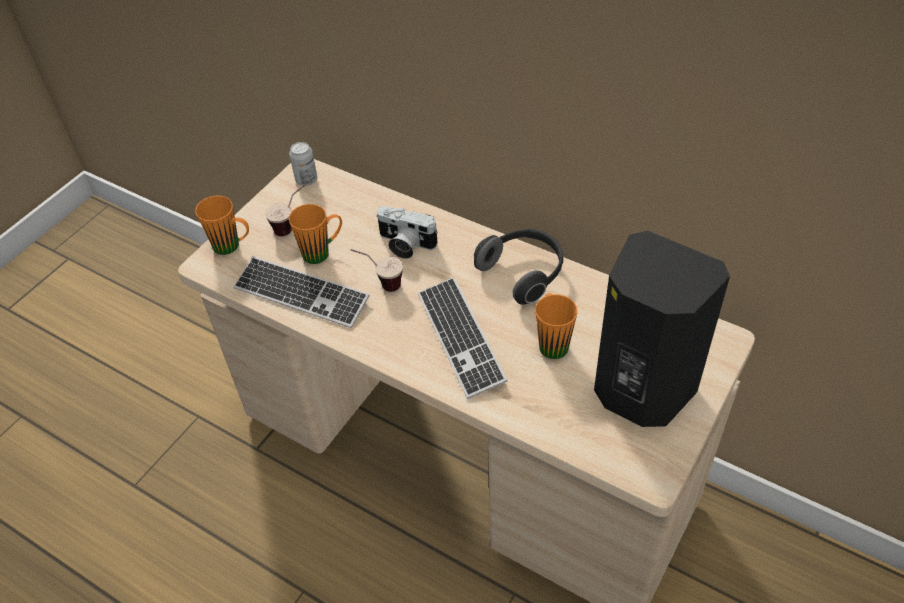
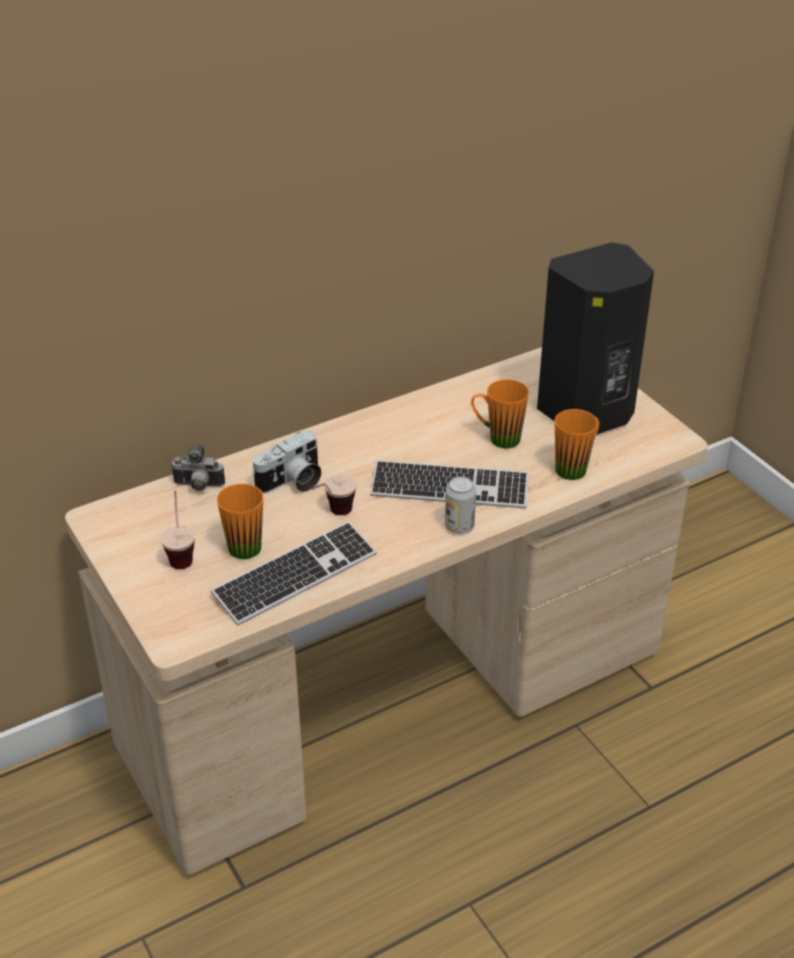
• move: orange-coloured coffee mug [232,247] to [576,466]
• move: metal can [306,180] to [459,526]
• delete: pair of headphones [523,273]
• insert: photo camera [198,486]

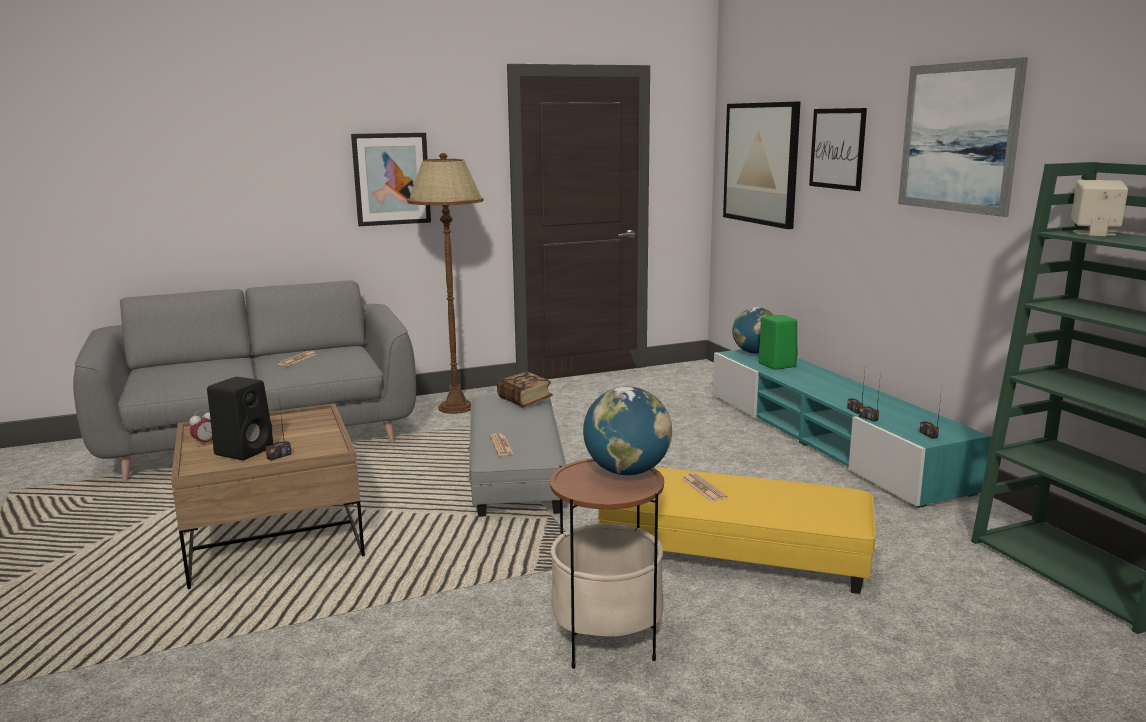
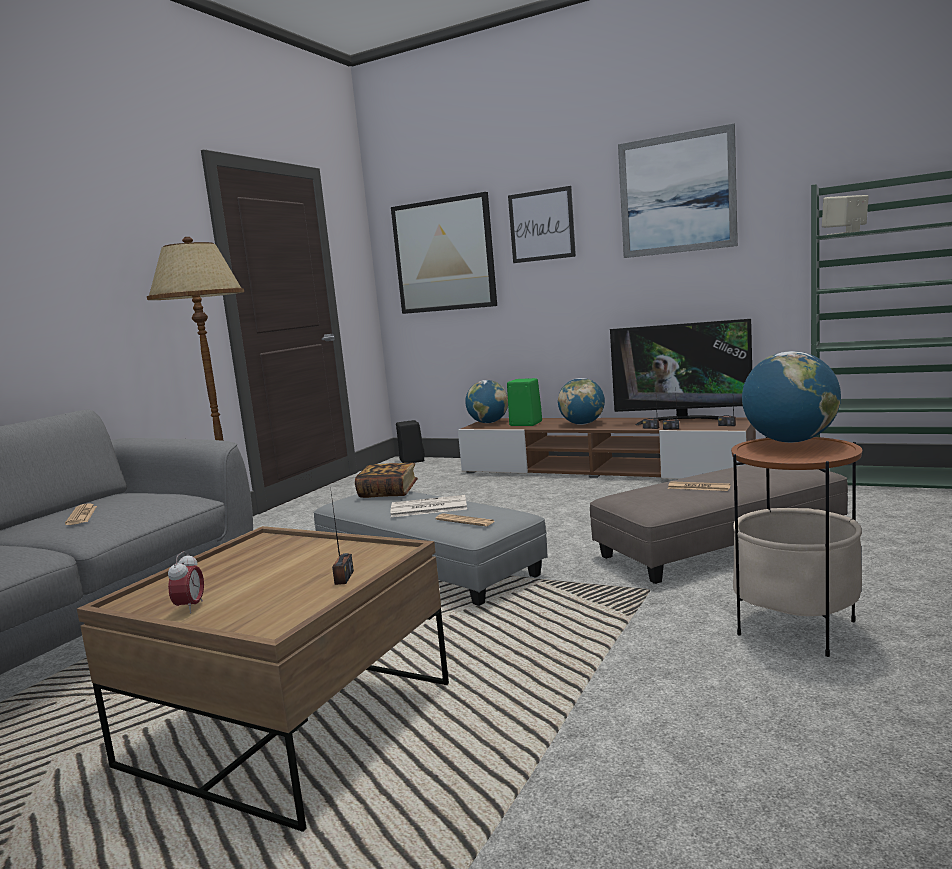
• move: black-coloured speaker [245,450] to [411,460]
• delete: wall art [391,179]
• recolor: yellow pouffe [734,553] to gray pouffe [720,544]
• recolor: blue-green tv unit [828,439] to brown tv unit [602,470]
• insert: printed paper [427,508]
• insert: desk globe [582,424]
• insert: TV [682,420]

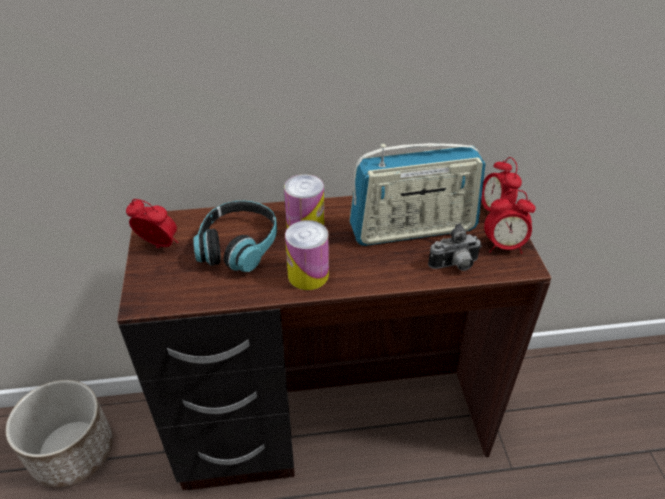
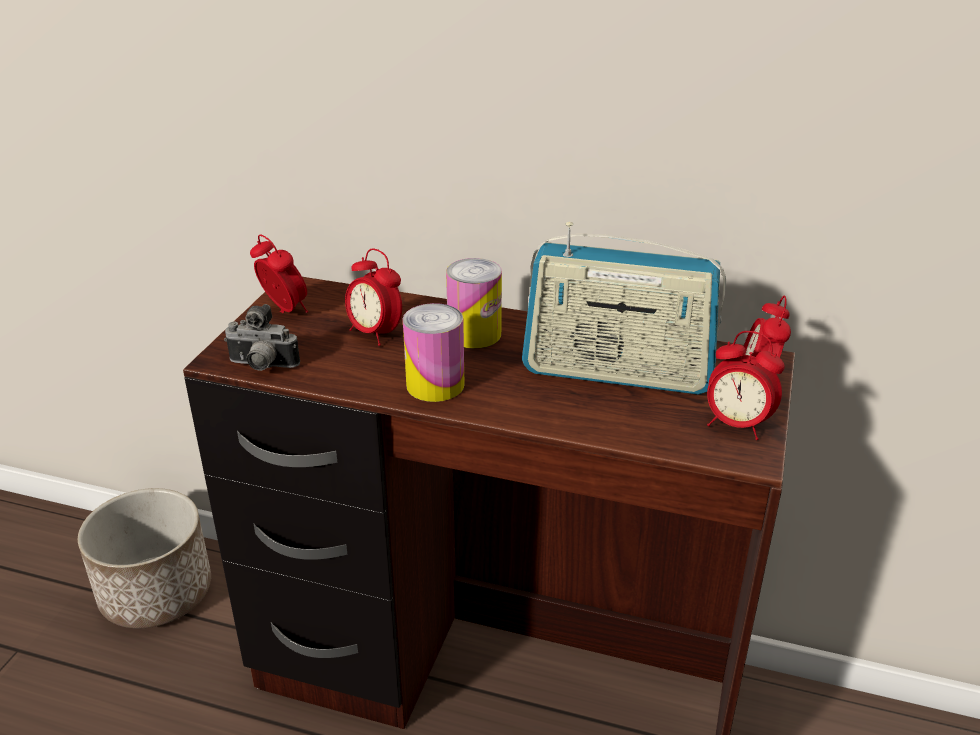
• replace: pair of headphones [238,246] to alarm clock [375,334]
• move: photo camera [454,266] to [262,367]

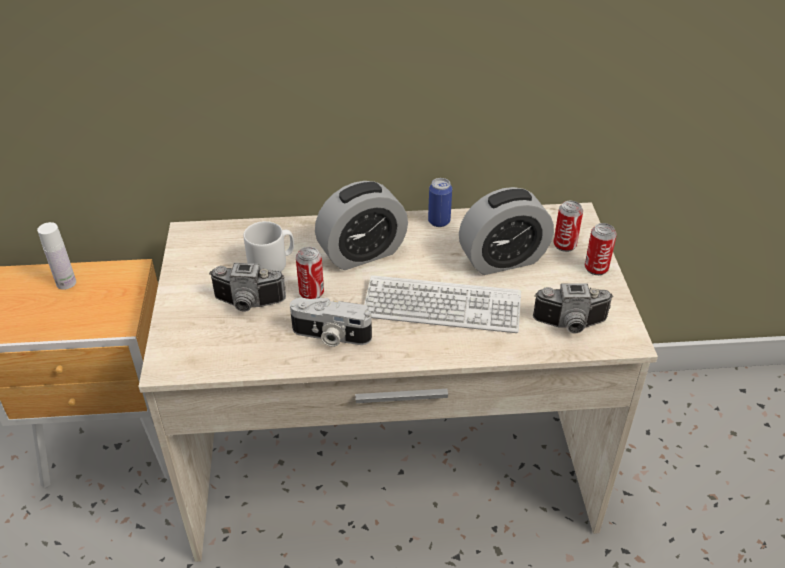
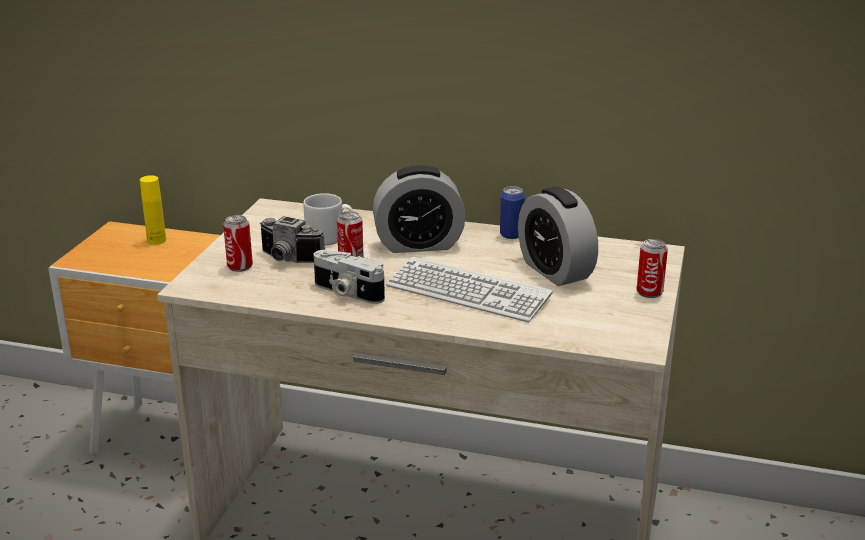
• recolor: white beverage bottle [66,283] to yellow beverage bottle [156,240]
• rotate: alarm clock [503,260] = [555,271] 60 degrees clockwise
• delete: photo camera [571,325]
• move: metal can [564,245] to [240,266]

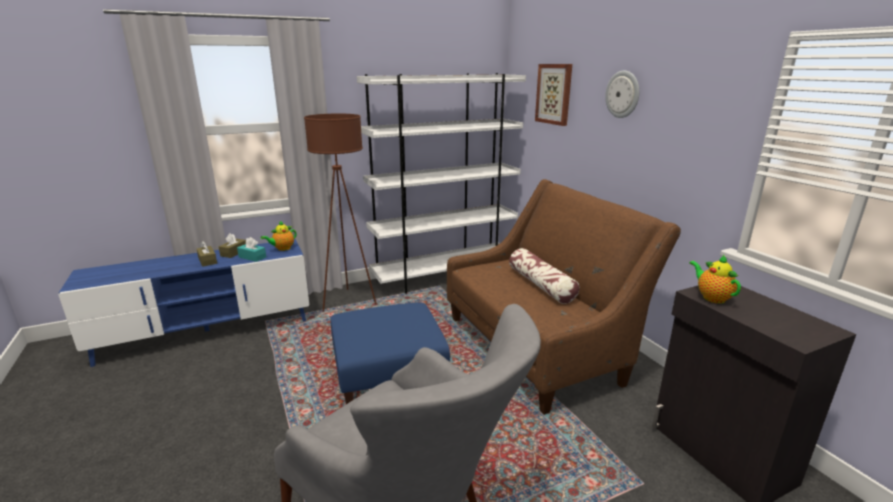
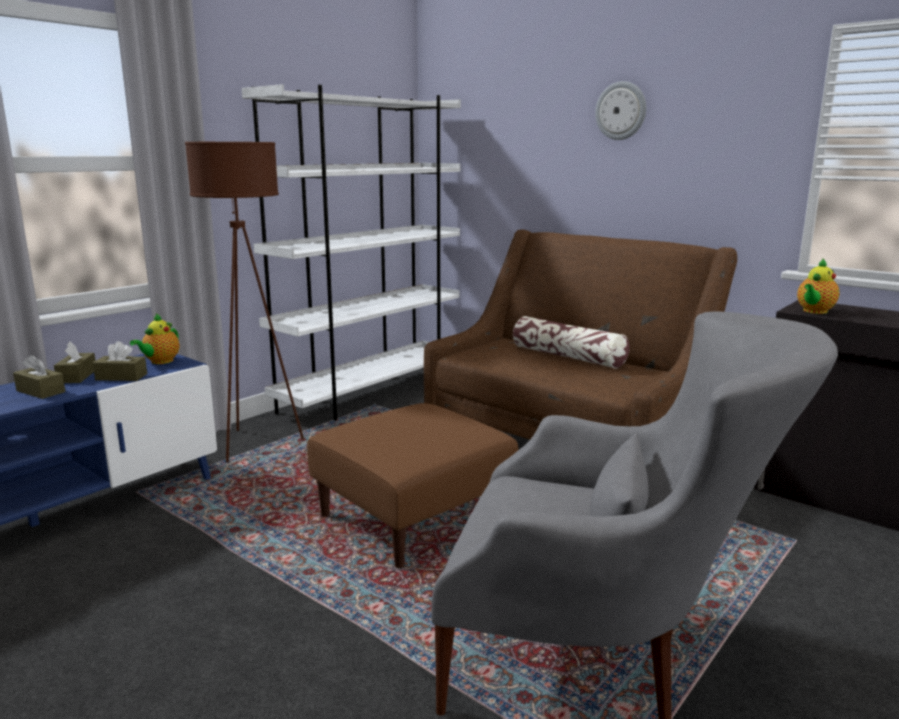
• recolor: blue-green tissue box [252,257] to brown tissue box [121,377]
• recolor: blue pouffe [389,378] to brown pouffe [413,516]
• delete: wall art [554,94]
• rotate: pot for tea [711,297] = [814,311] 90 degrees counterclockwise

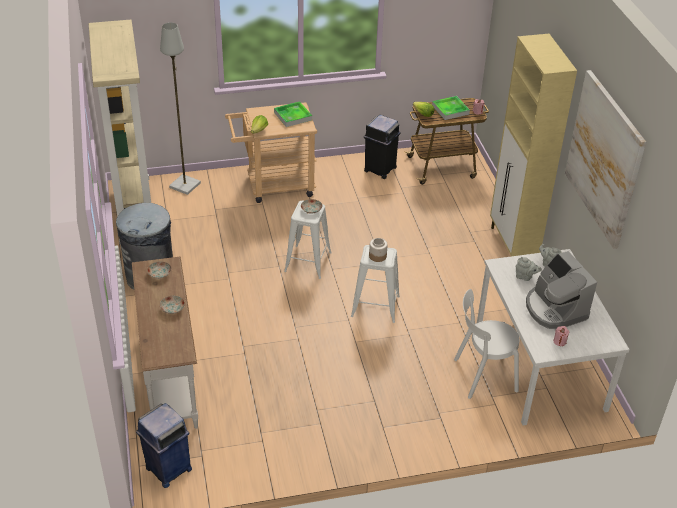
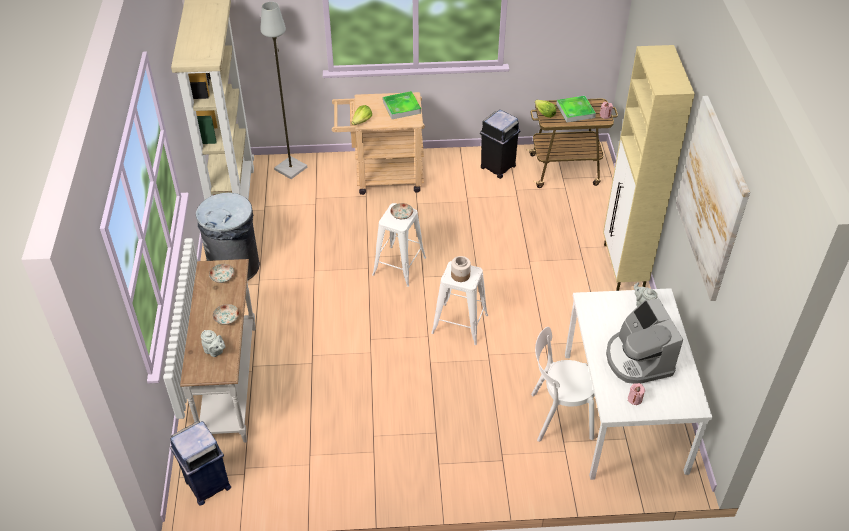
• move: gray pot for tea [525,277] to [215,351]

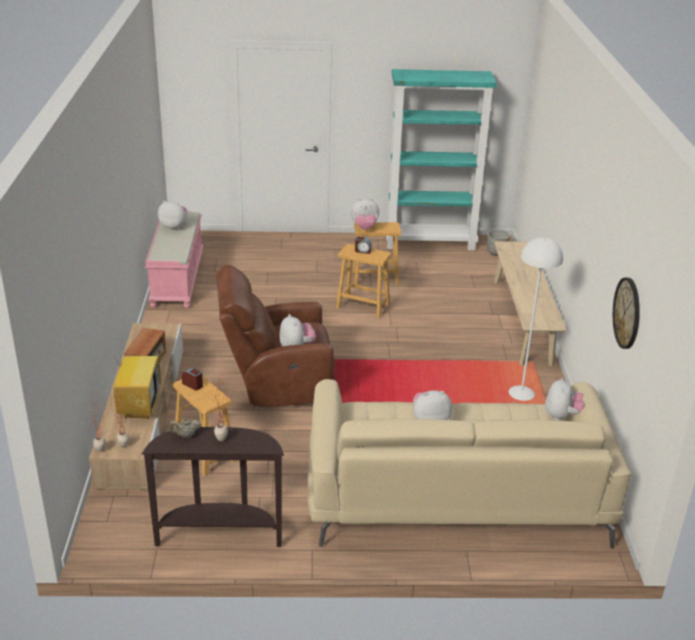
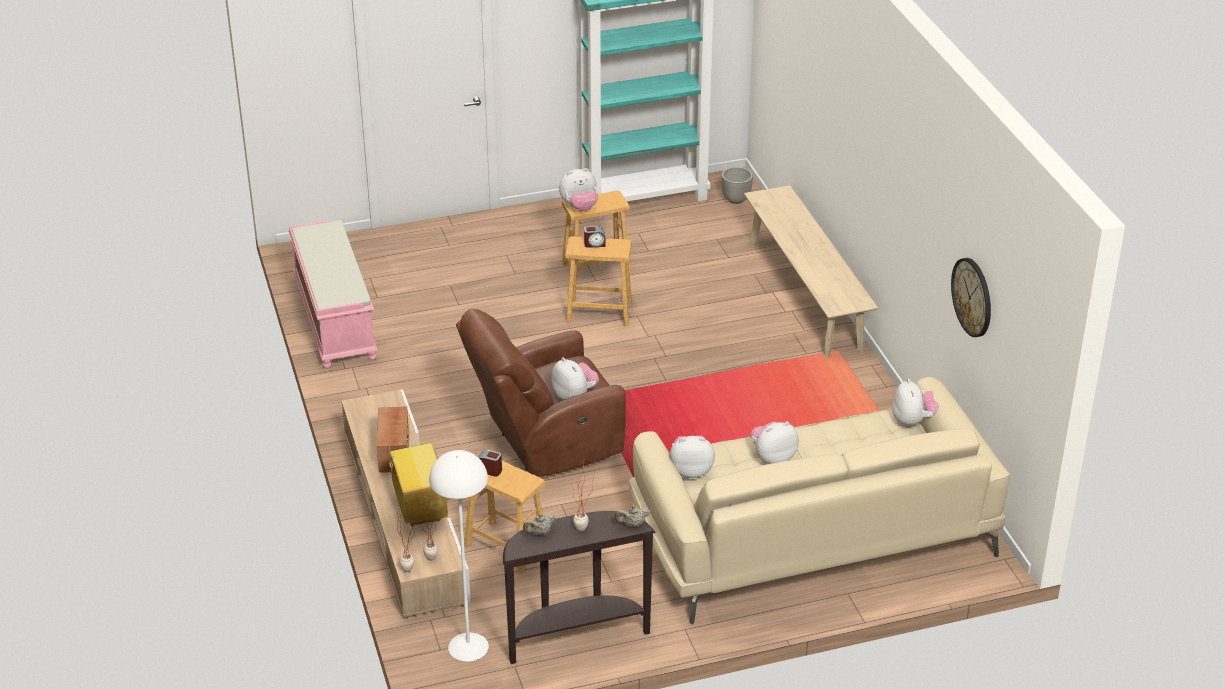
• move: cuddly toy [174,227] to [691,470]
• move: white floor lamp [521,393] to [468,647]
• insert: beige-coloured pot for tea [632,524]

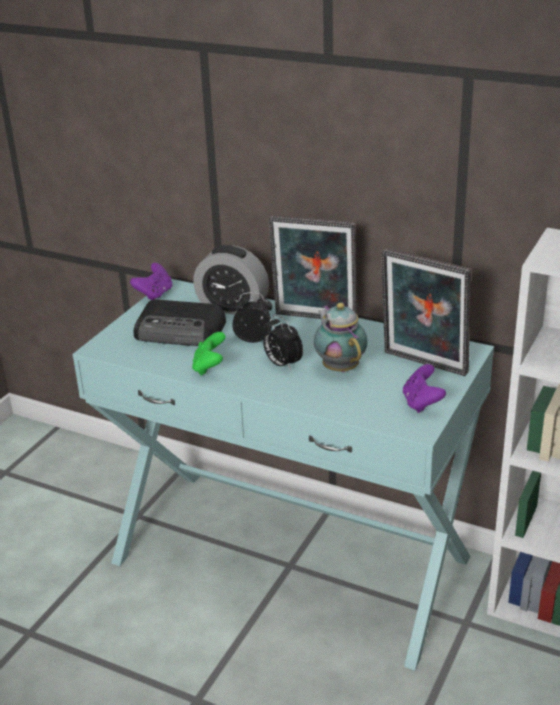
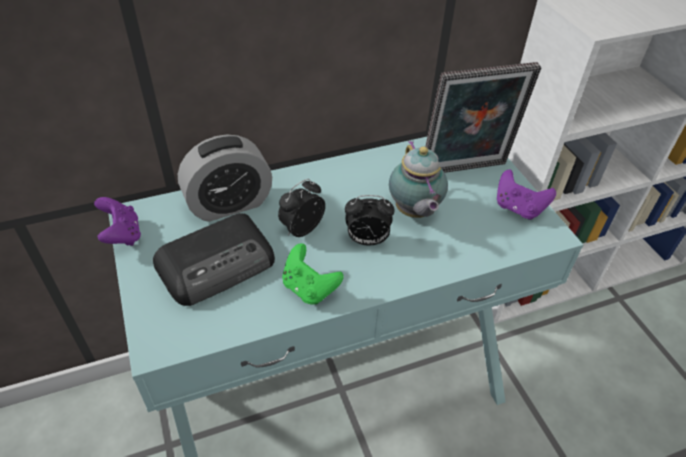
• delete: picture frame [314,319]
• rotate: pot for tea [340,367] = [414,212] 120 degrees counterclockwise

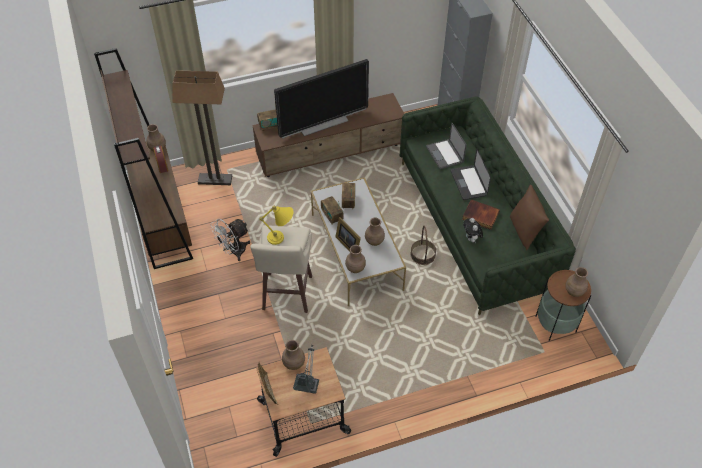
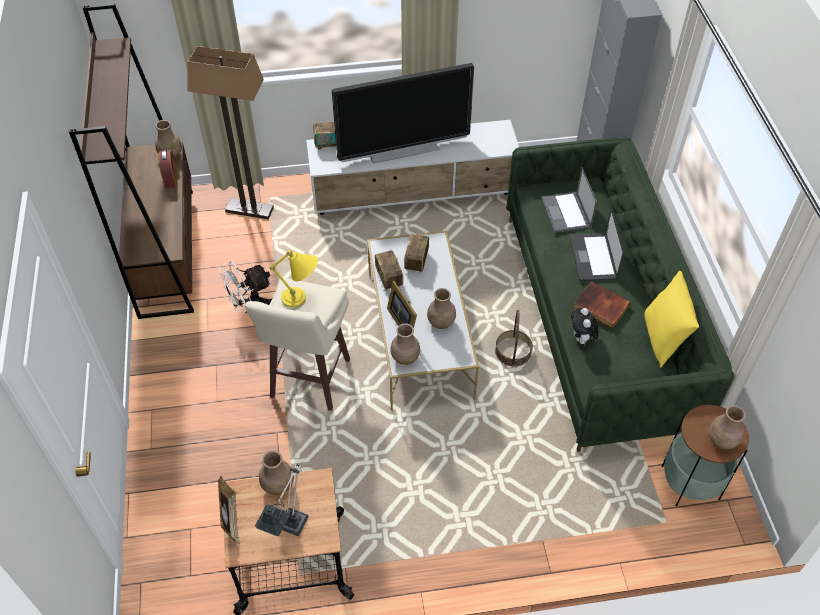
• recolor: brown tv unit [331,155] to white tv unit [414,196]
• recolor: brown throw pillow [524,231] to yellow throw pillow [662,339]

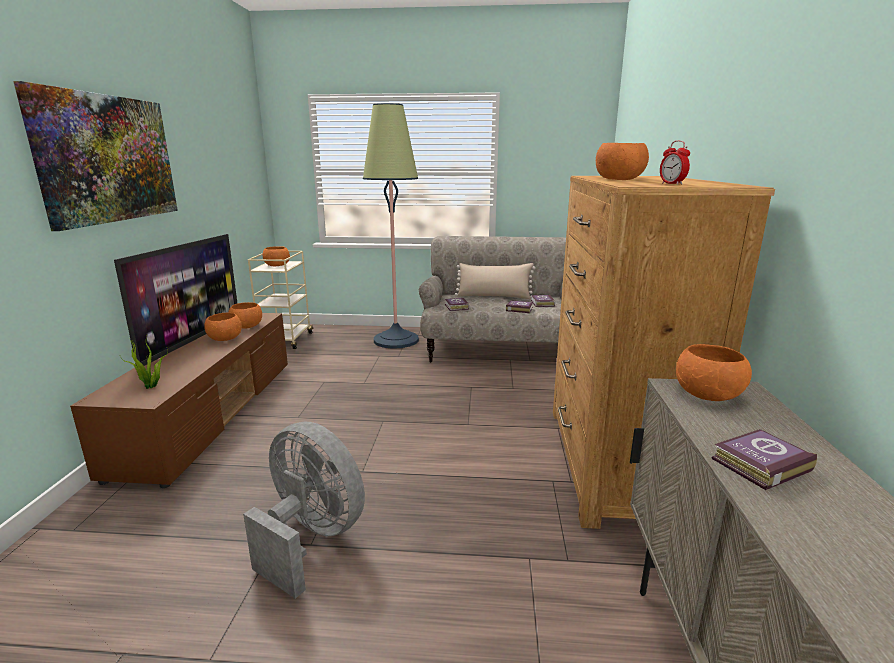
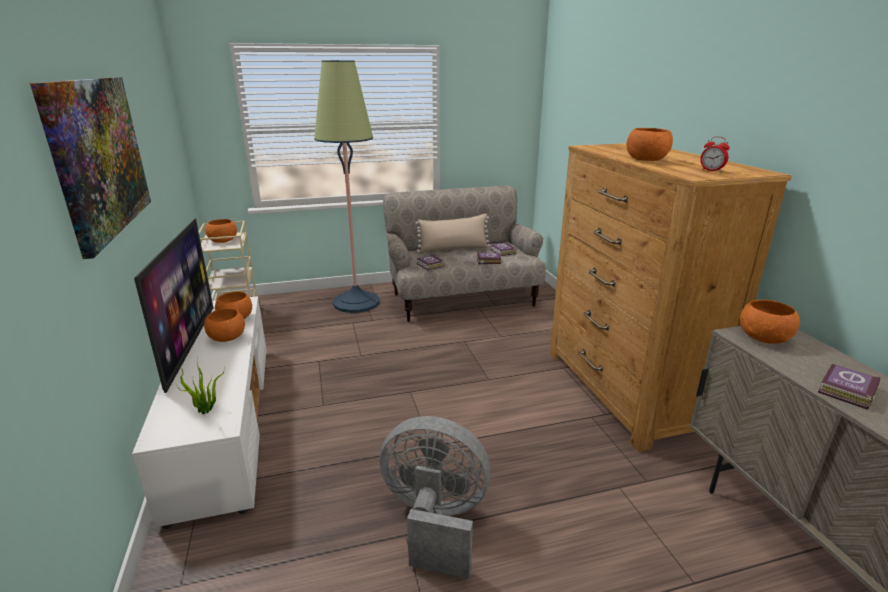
• recolor: brown tv unit [211,413] to white tv unit [224,420]

